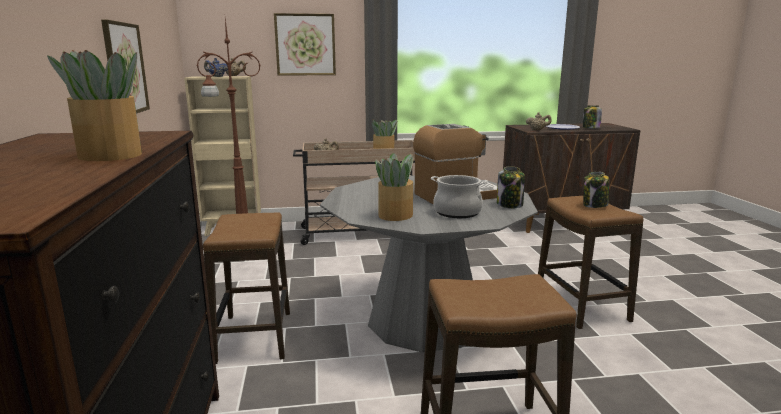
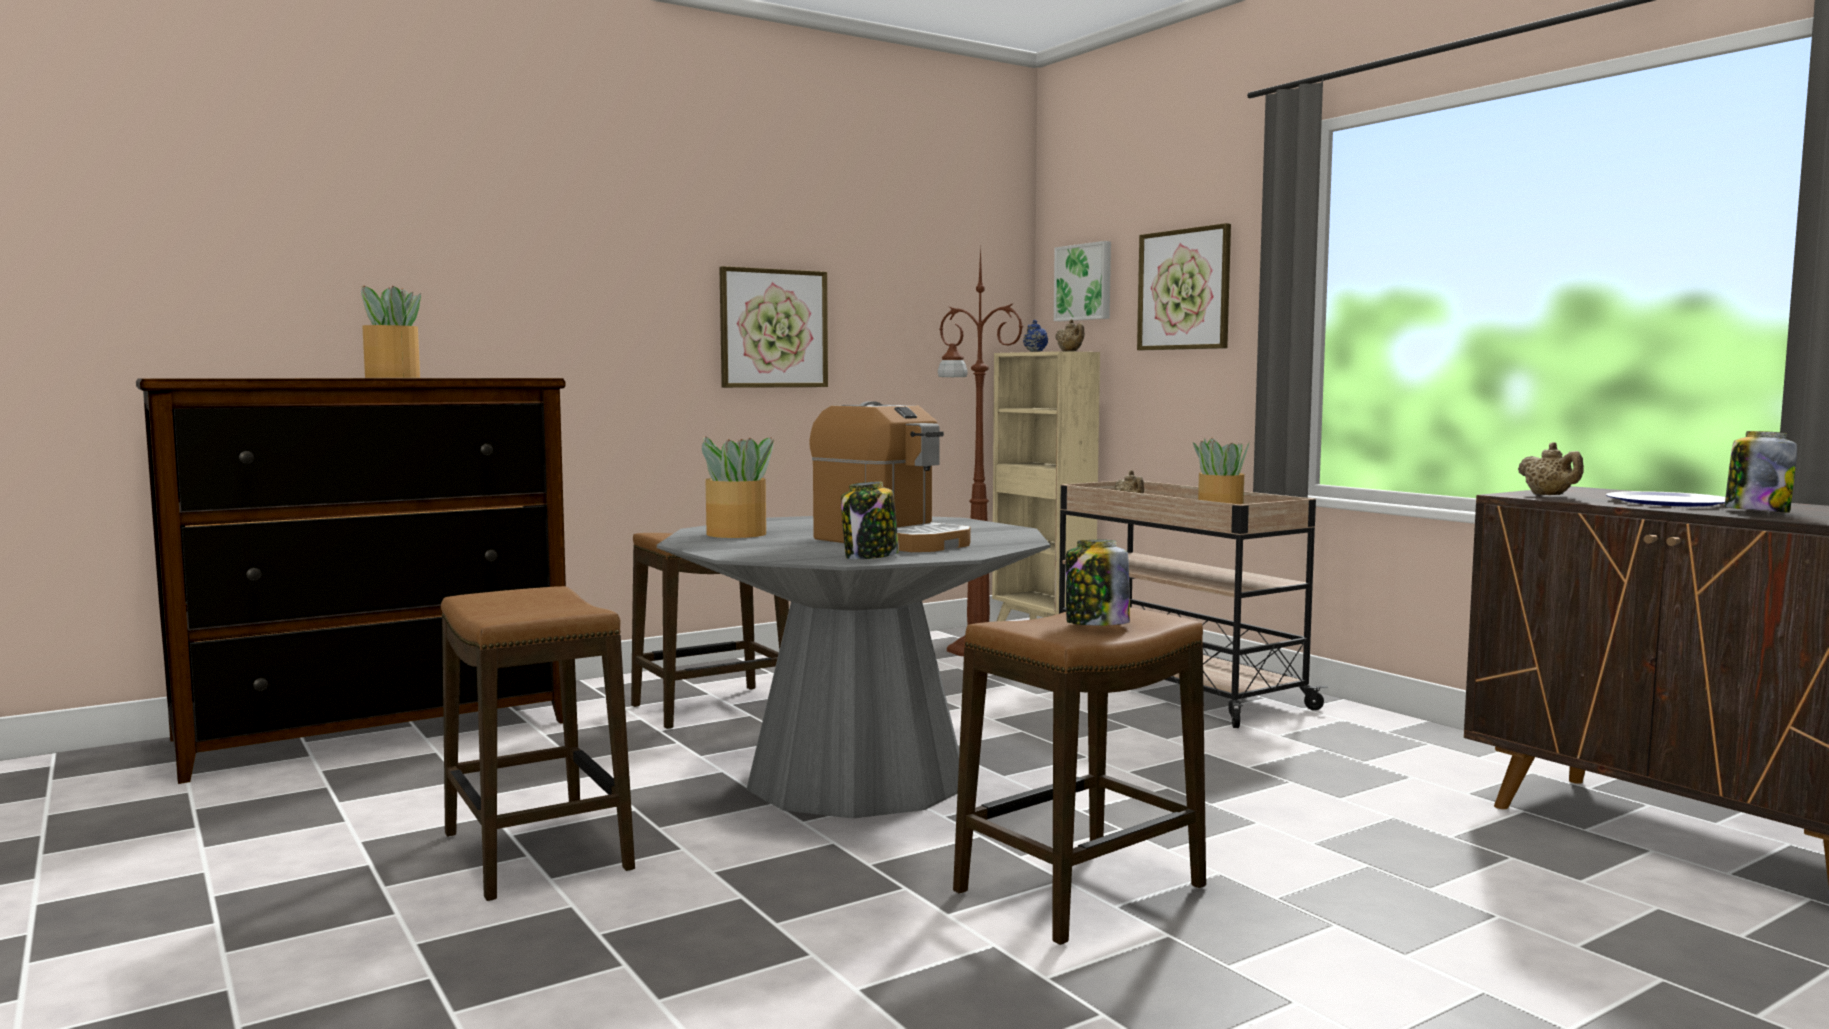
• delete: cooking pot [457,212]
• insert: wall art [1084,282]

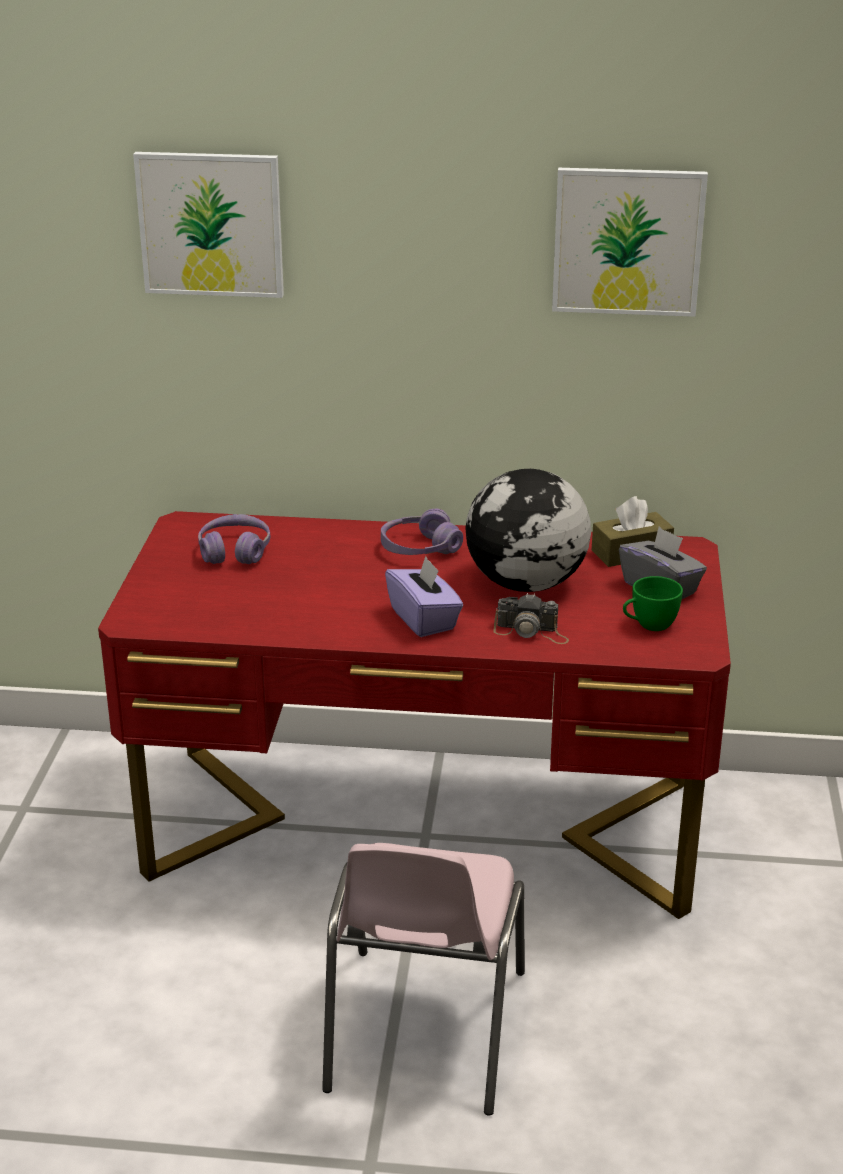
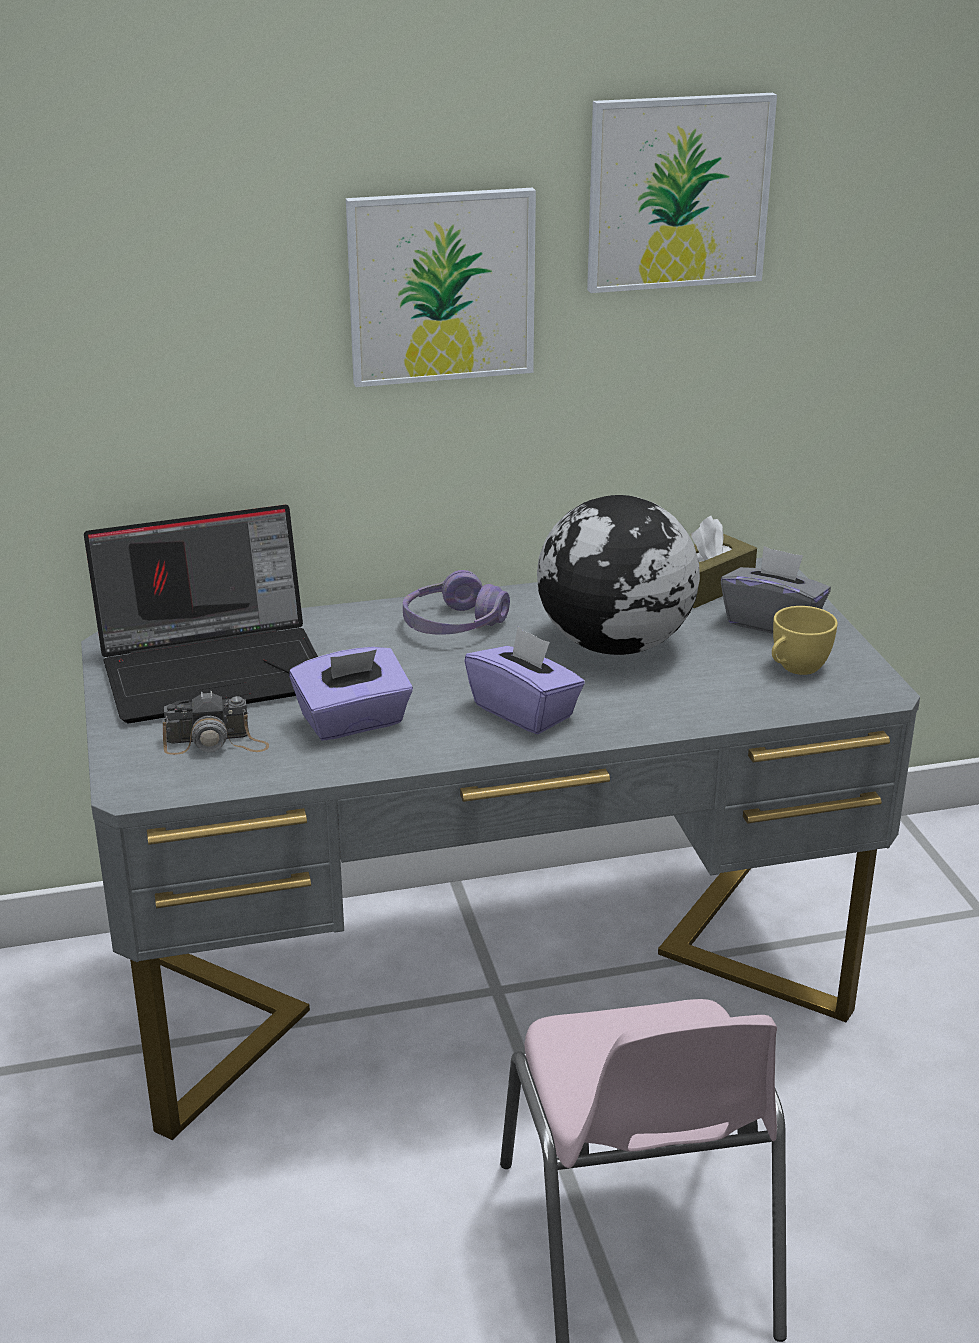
• recolor: red desk unit [422,829] to gray desk unit [488,983]
• move: wall art [211,224] to [441,287]
• replace: purple pair of headphones [234,551] to laptop [216,668]
• move: photo camera [531,632] to [216,743]
• recolor: greenish cup [649,625] to yellow cup [795,669]
• insert: purple tissue box [353,722]

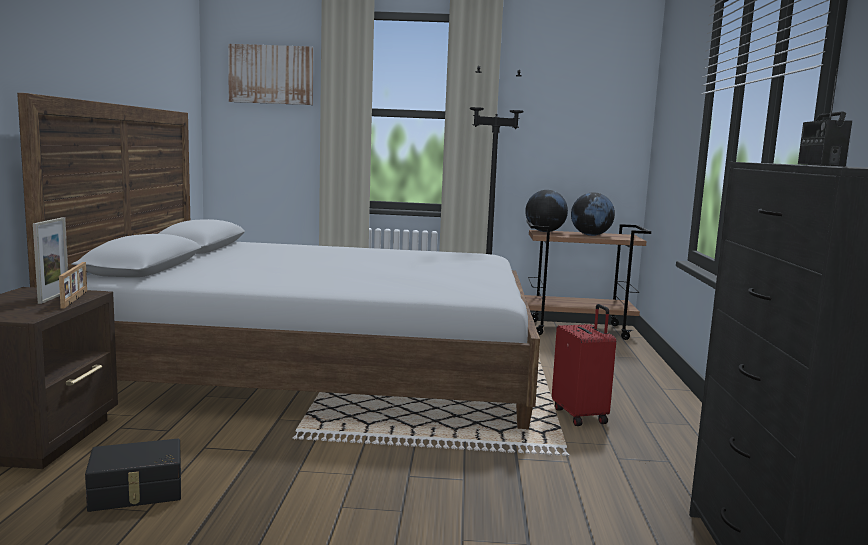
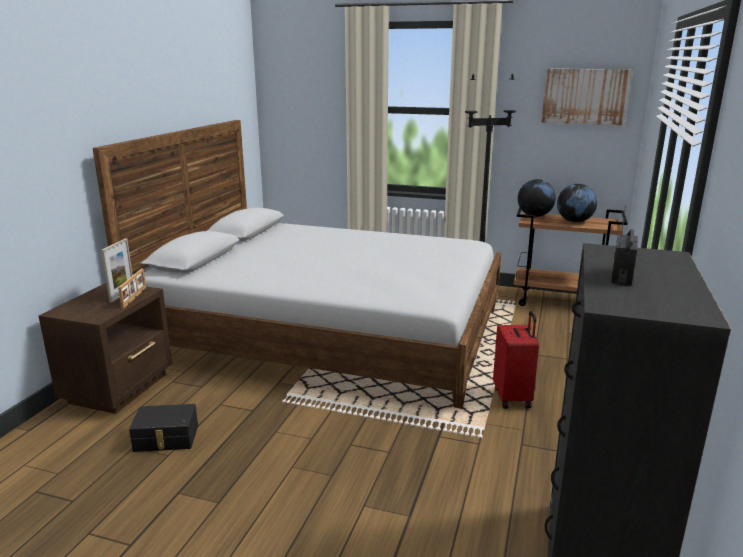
• move: wall art [271,74] to [584,96]

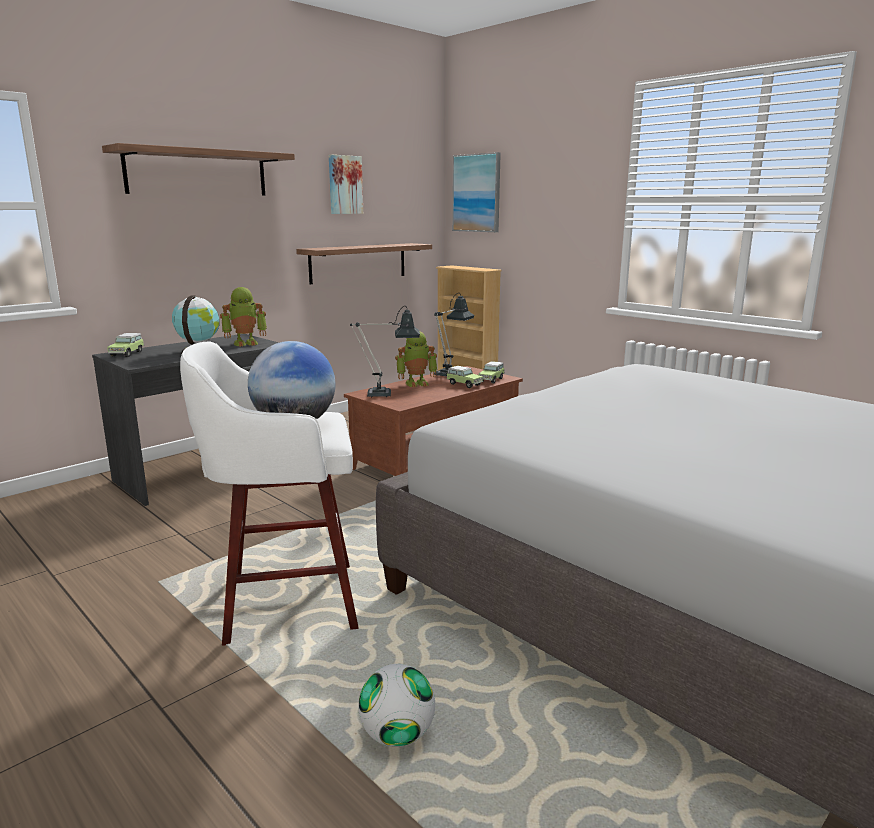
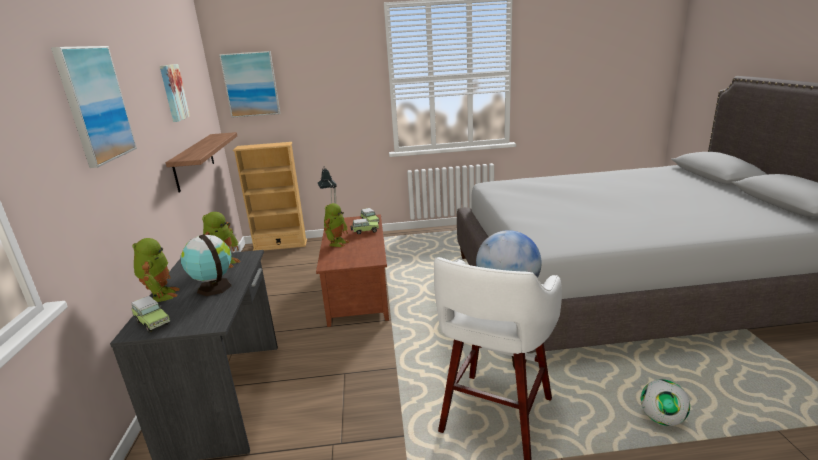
• replace: wall shelf [197,173] to wall art [95,104]
• delete: lamp for a table [386,394]
• insert: robot figure [161,295]

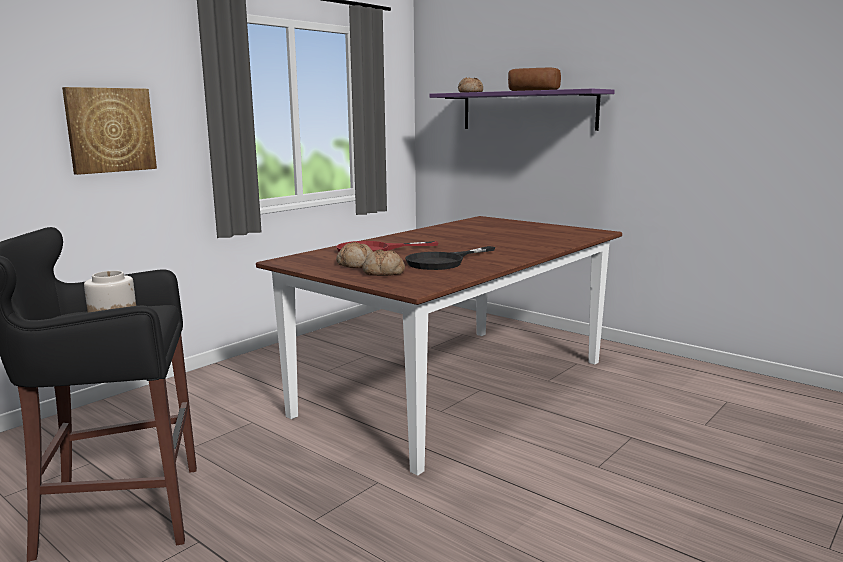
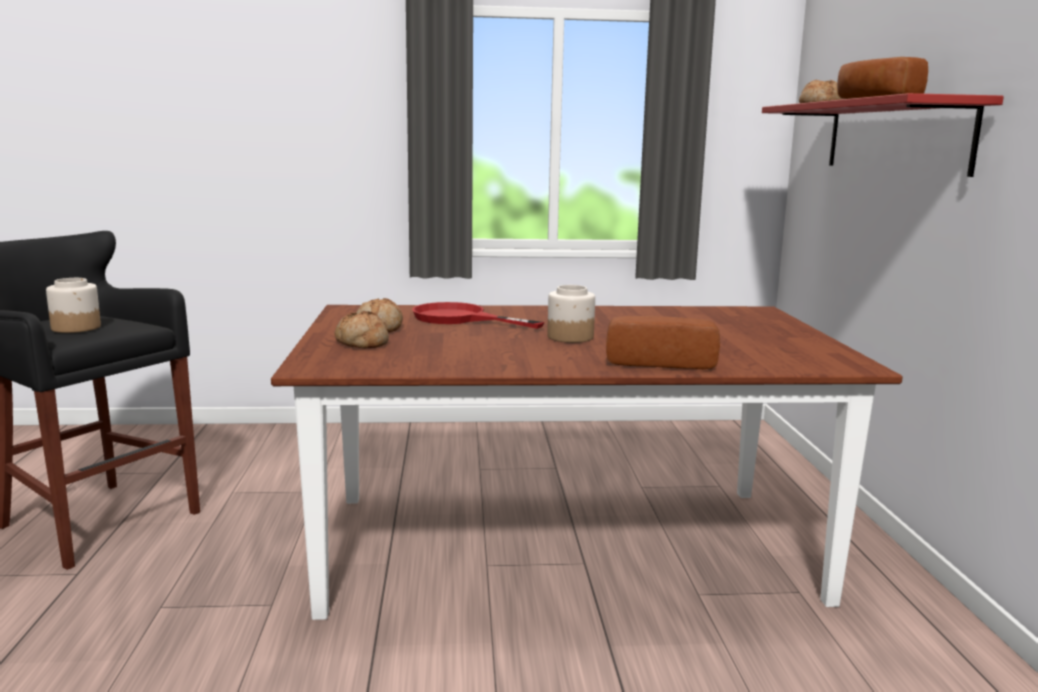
• delete: wall art [110,130]
• delete: black-coloured frying pan [443,262]
• recolor: purple wall shelf [527,111] to red wall shelf [895,137]
• insert: storage jar [569,337]
• insert: bread [659,361]

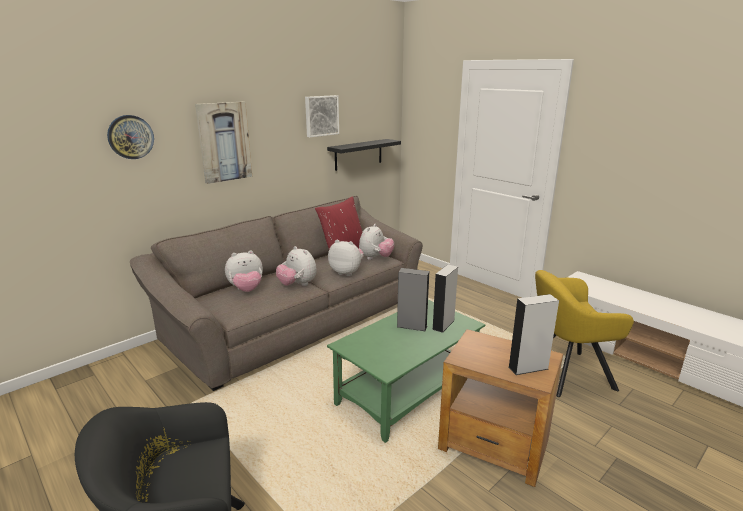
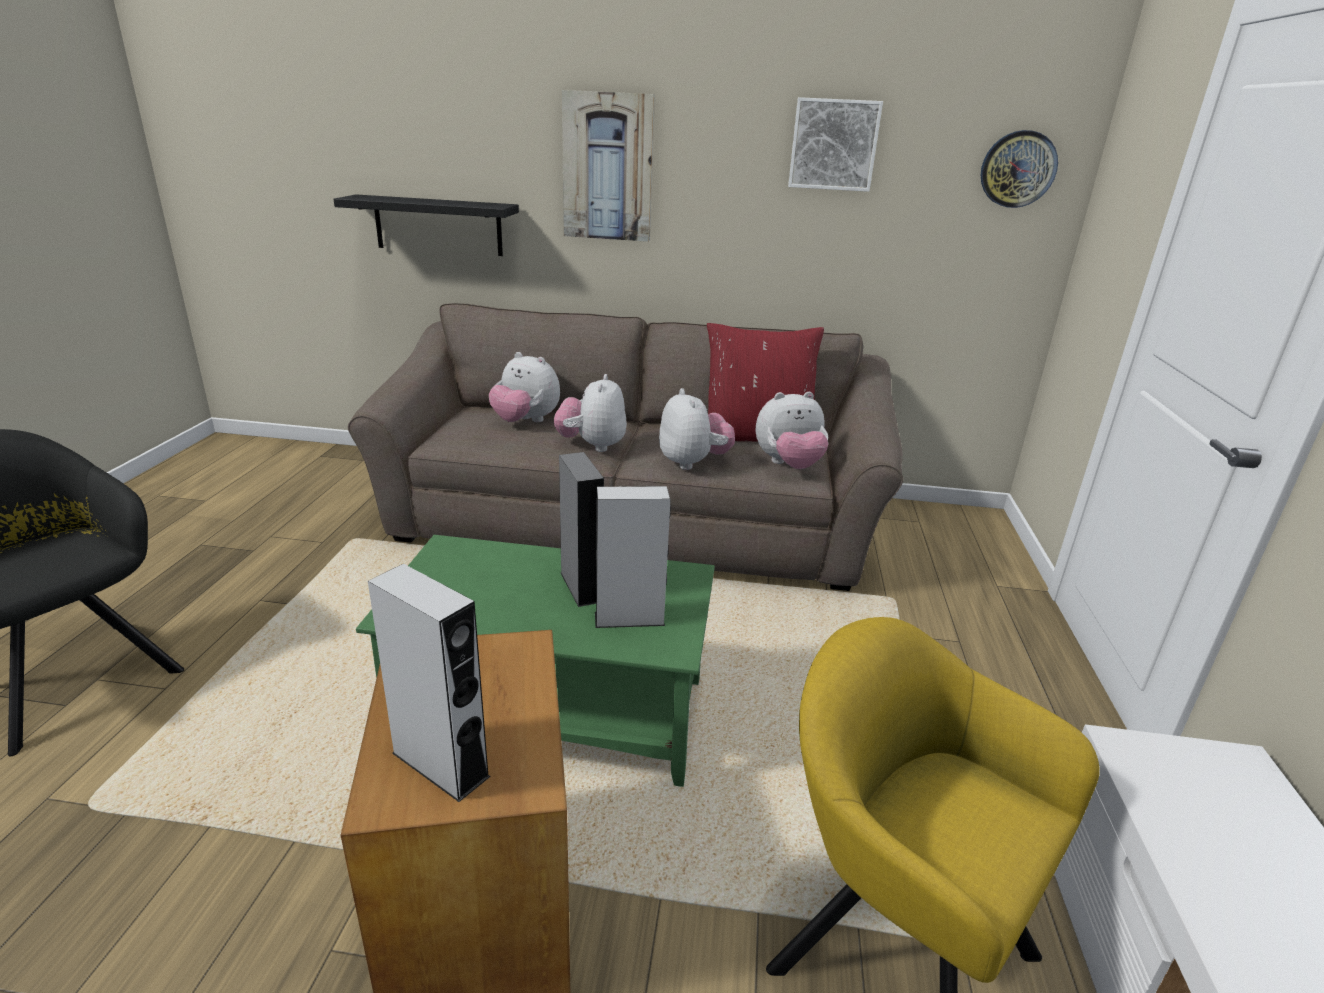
• move: wall clock [130,137] to [1018,169]
• move: black-coloured wall shelf [358,154] to [438,225]

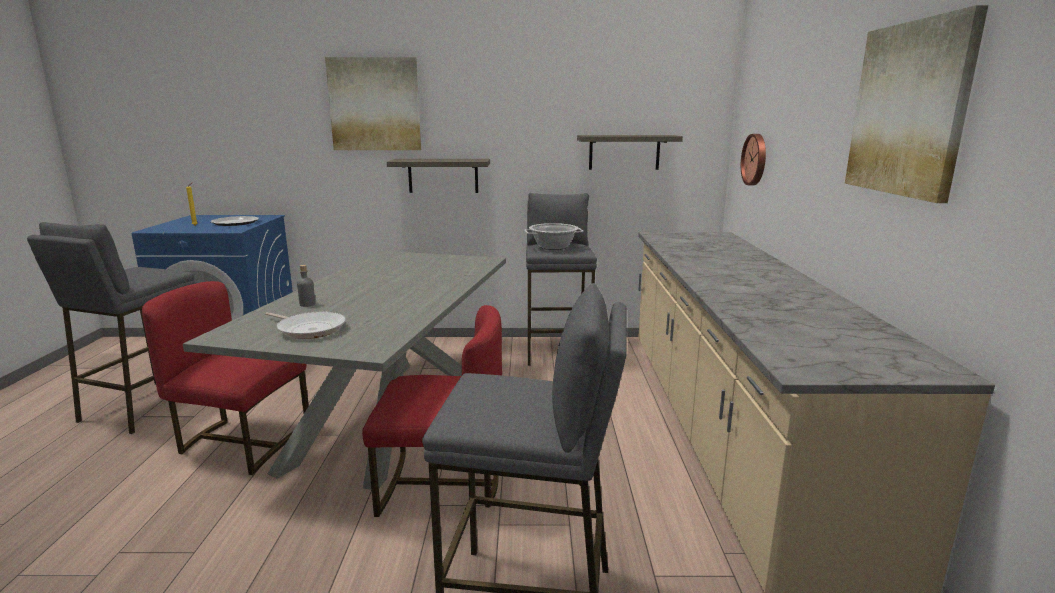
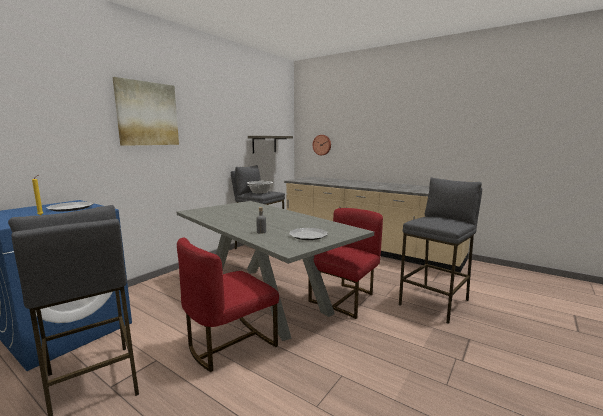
• replace: frying pan [309,329] to dinner plate [308,235]
• delete: wall shelf [443,175]
• delete: wall art [909,109]

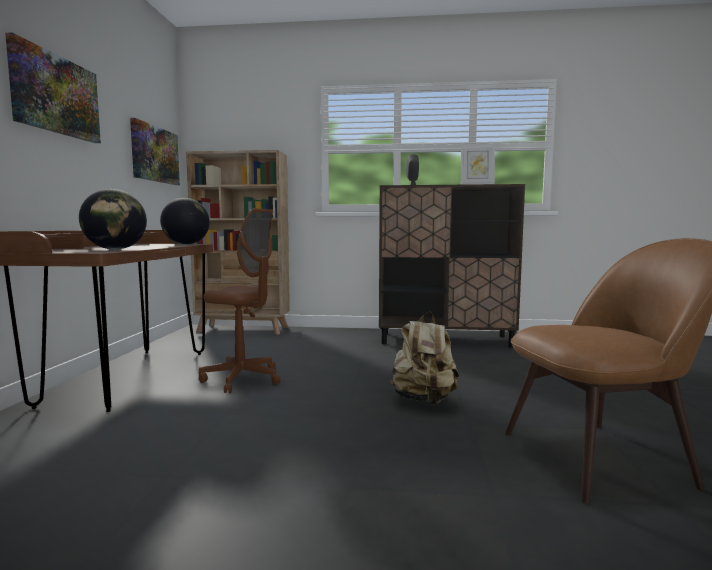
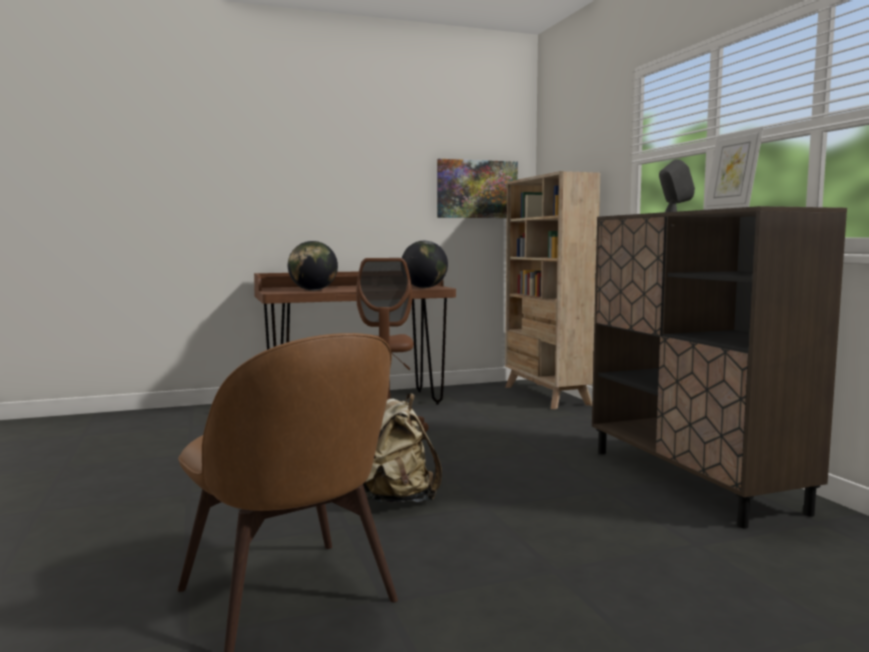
• delete: wall art [55,95]

